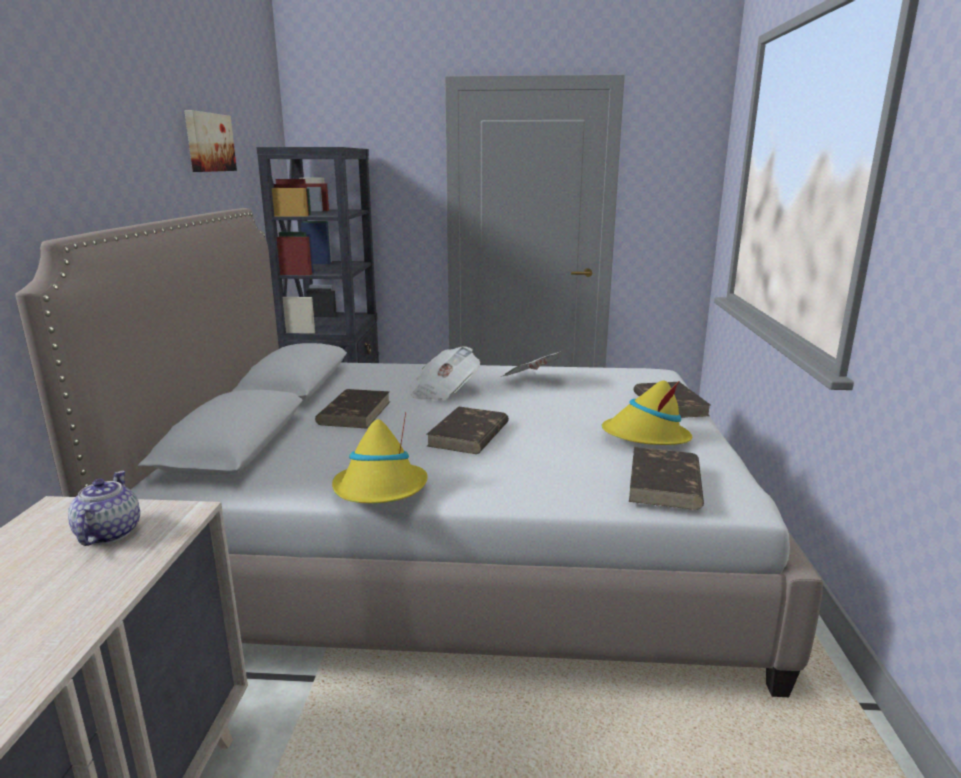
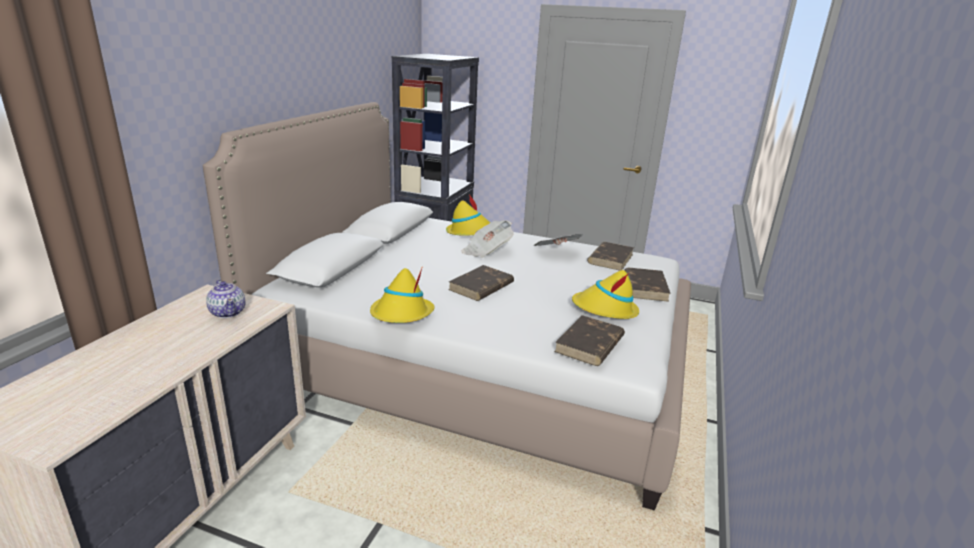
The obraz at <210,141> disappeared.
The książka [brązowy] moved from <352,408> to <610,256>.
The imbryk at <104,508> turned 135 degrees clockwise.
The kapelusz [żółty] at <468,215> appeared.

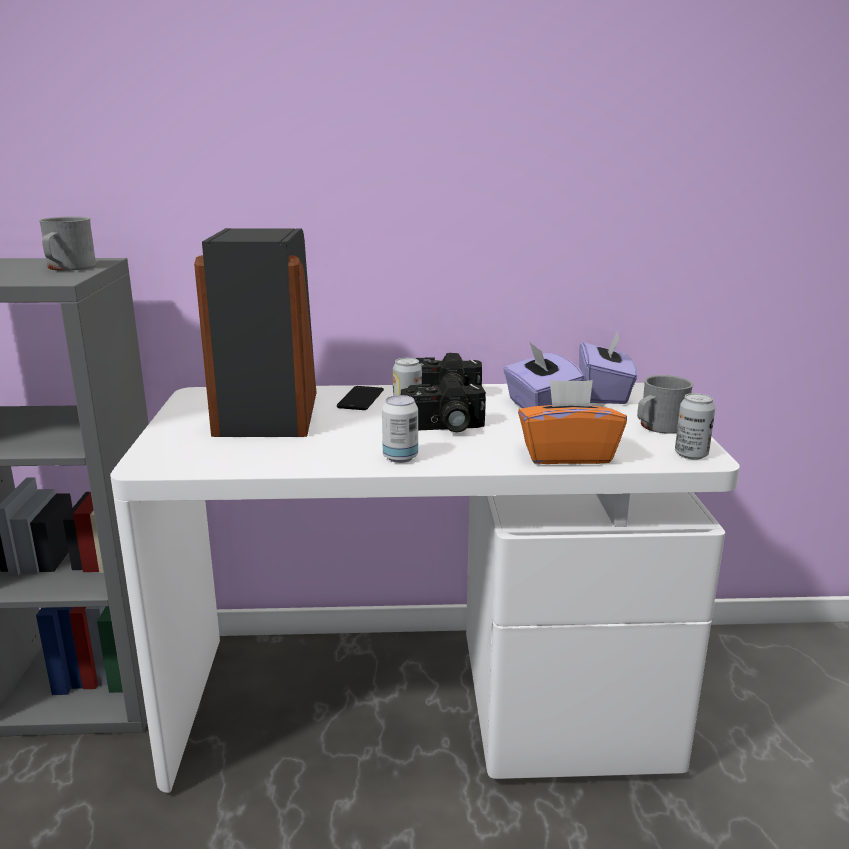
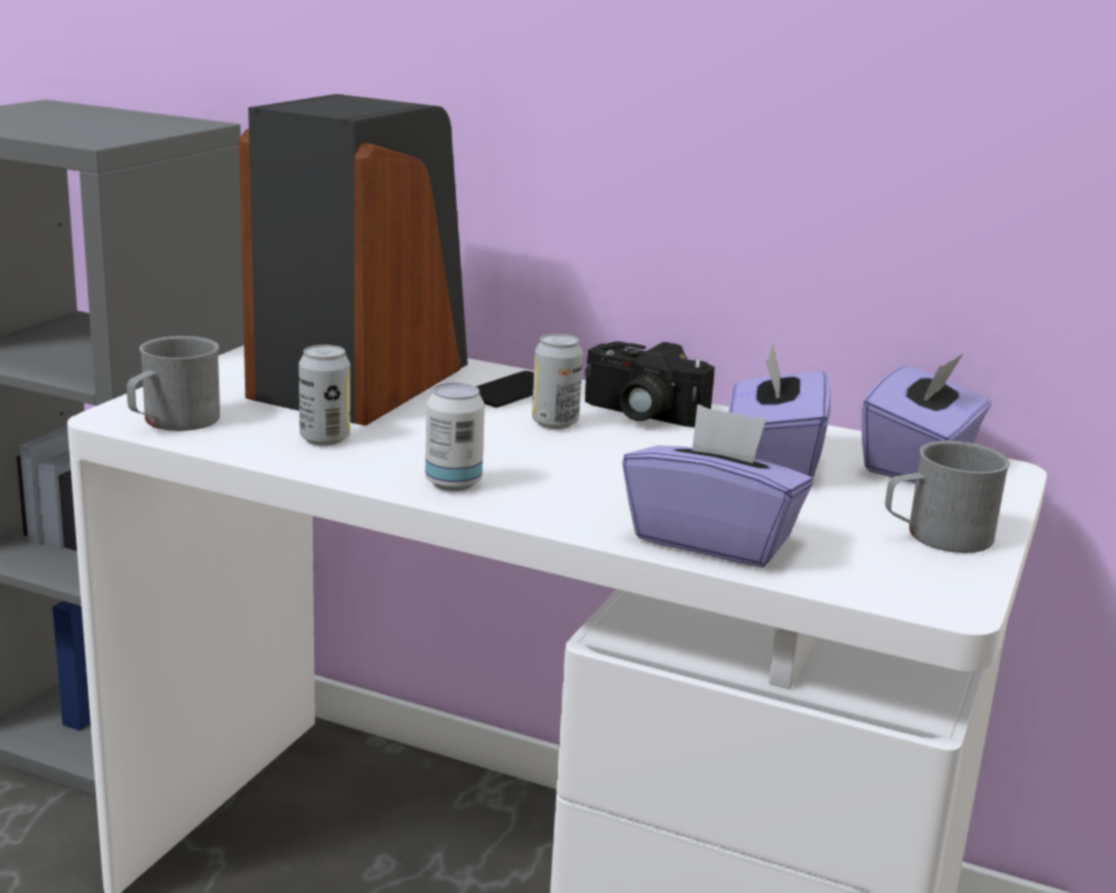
The kubek [szary] moved from <67,243> to <173,383>.
The aparat fotograficzny at <443,405> disappeared.
The pudełko chusteczek [pomarańczowy] at <572,422> became the pudełko chusteczek [fioletowy] at <717,486>.
The puszka moved from <695,426> to <324,395>.

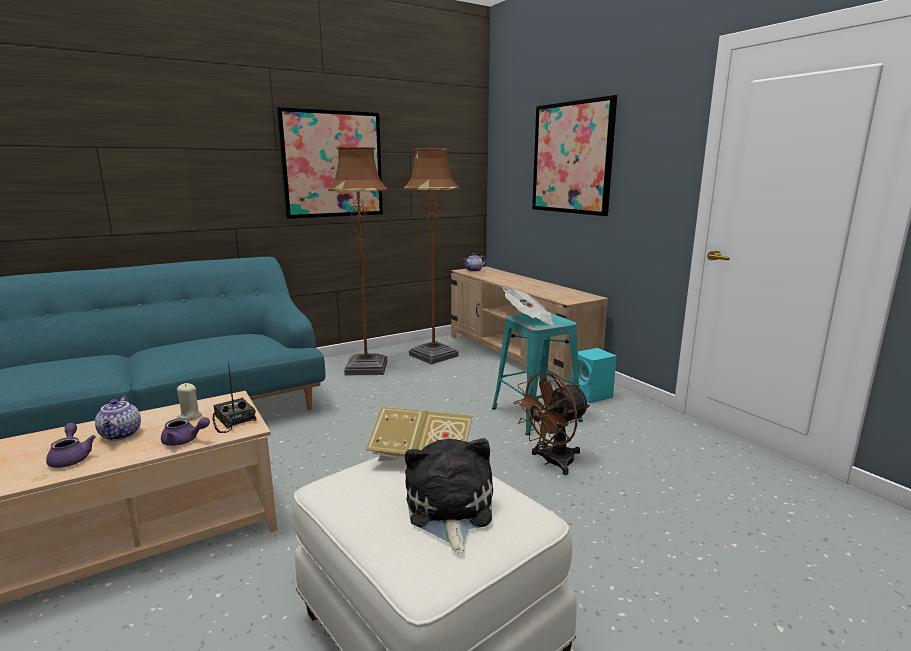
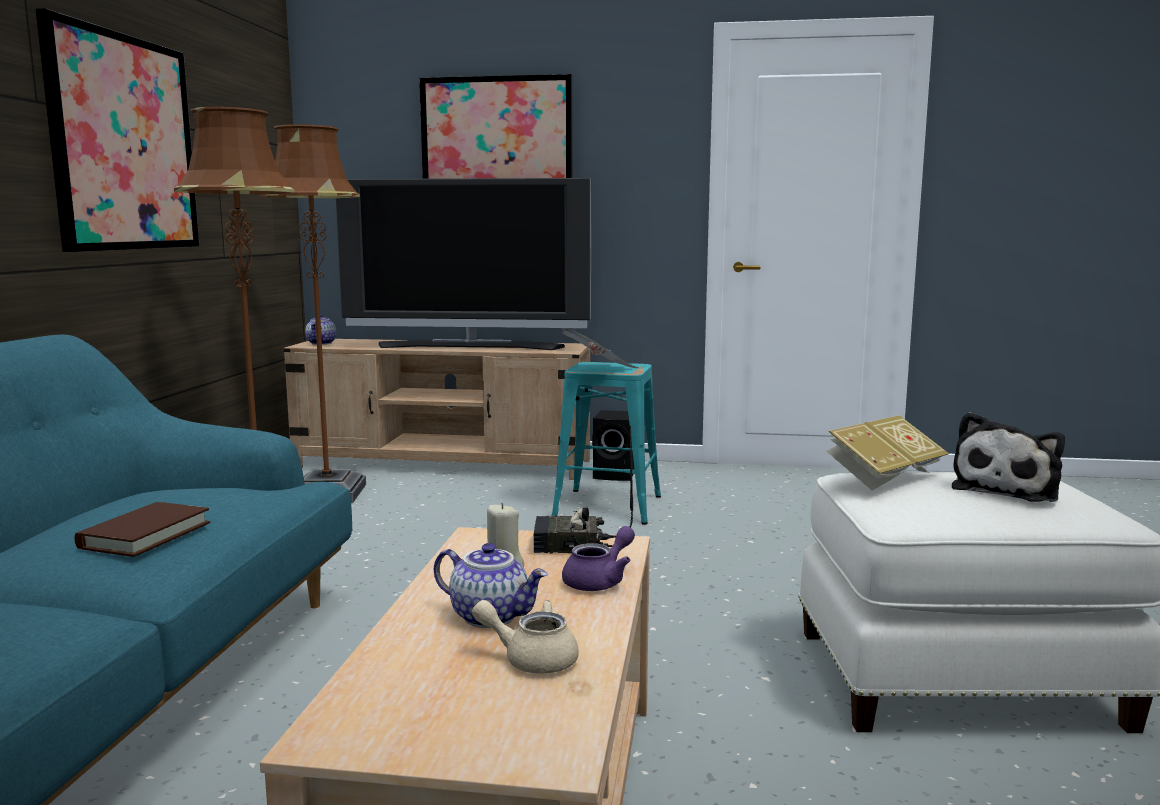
The głośnik [turkusowy] at <594,375> became the głośnik [czarny] at <613,445>.
The wentylator [brązowy] at <552,423> disappeared.
The imbryk [fioletowy] at <71,445> became the imbryk [beżowy] at <525,637>.
The pluszak at <449,495> turned 90 degrees counterclockwise.
The telewizor at <463,264> appeared.
The książka [brązowy] at <142,529> appeared.

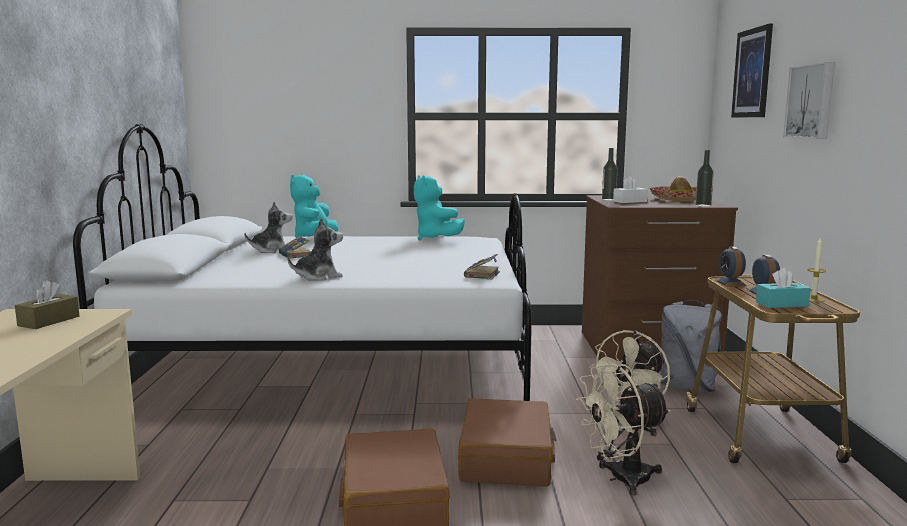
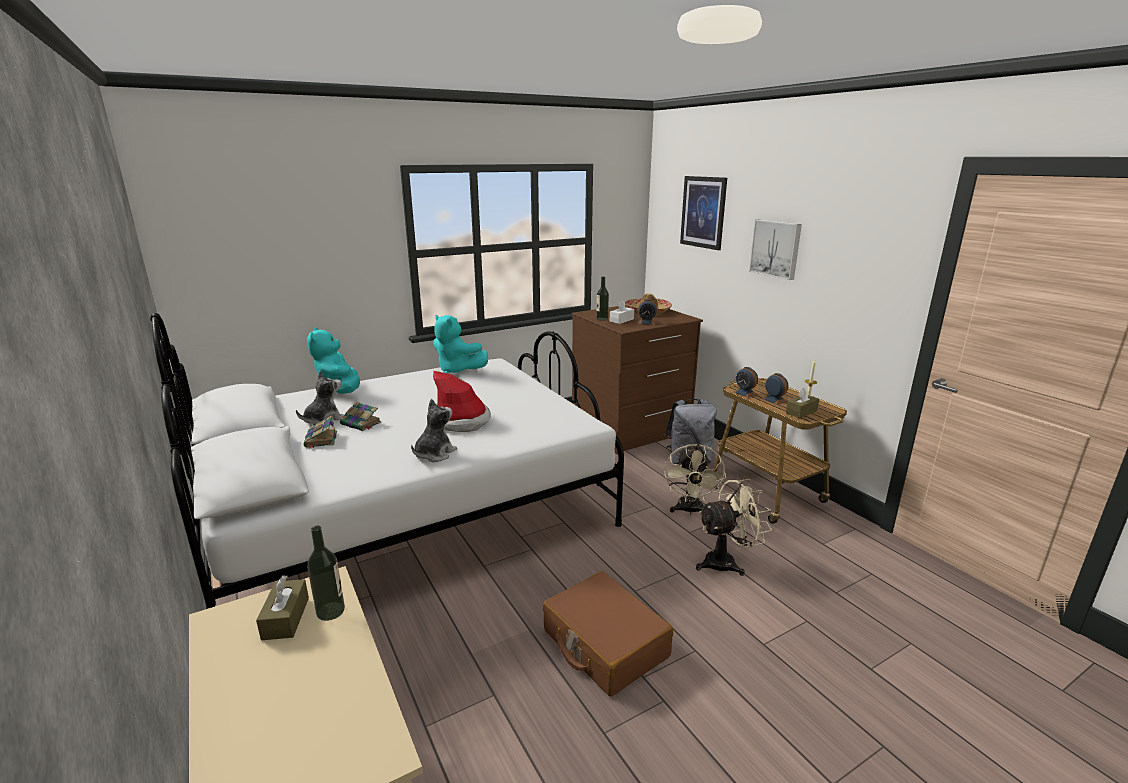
The butelka moved from <705,178> to <326,573>.
The książka moved from <482,267> to <320,432>.
The pudełko chusteczek [turkusowy] at <783,288> became the pudełko chusteczek [brązowy] at <802,402>.
The wentylator [beżowy] at <623,429> turned 150 degrees counterclockwise.
The walizka [brązowy] at <507,442> disappeared.
The budzik at <647,312> appeared.
The kapelusz at <462,401> appeared.

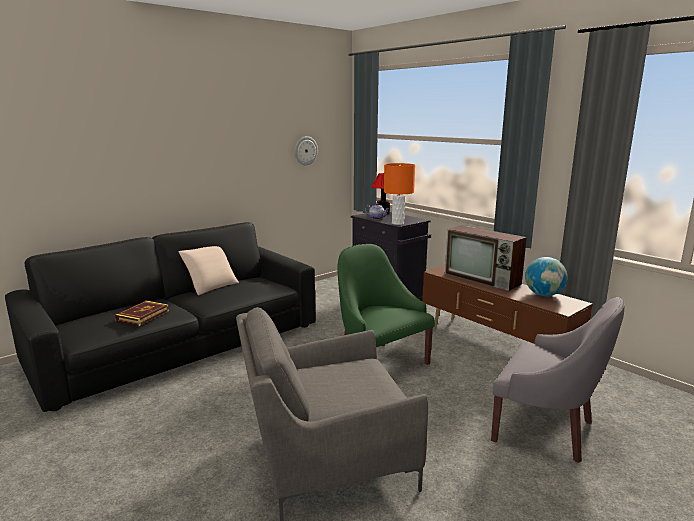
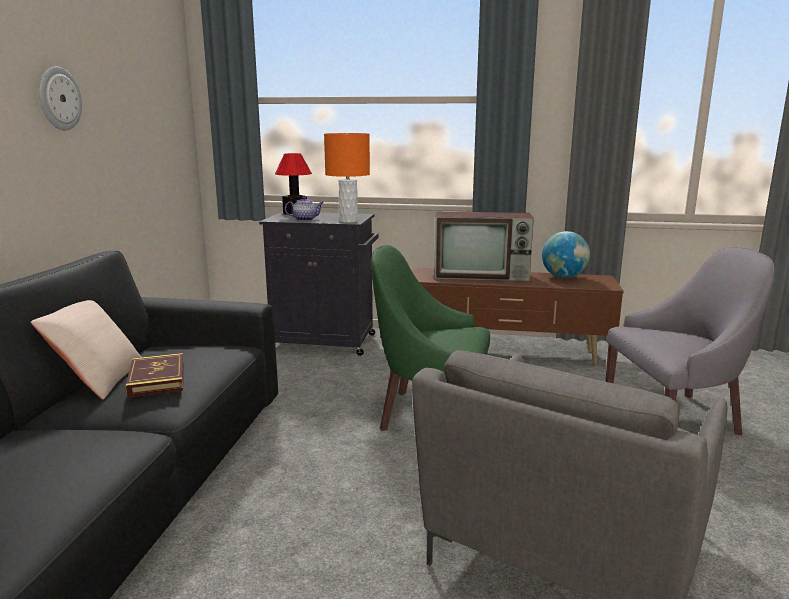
The zegar ścienny moved from <306,150> to <60,98>.
The książka moved from <142,313> to <155,375>.

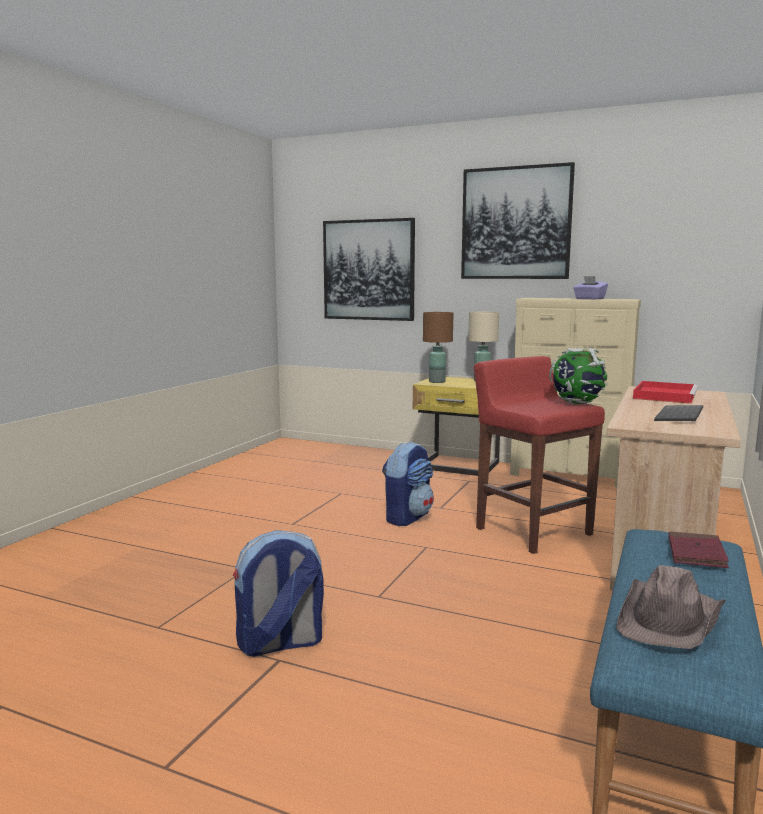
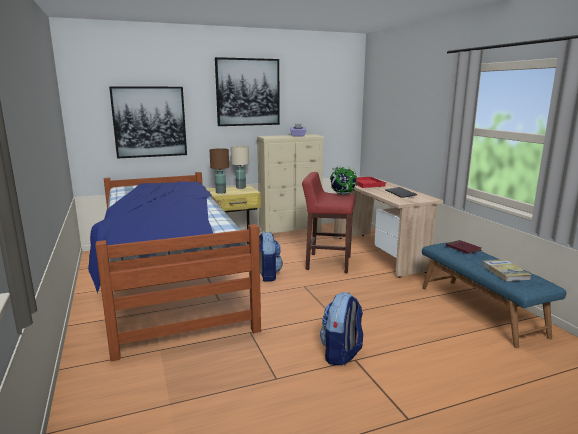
The kapelusz [brązowy] at <671,607> was replaced by the książka at <507,270>.
The łóżko at <174,266> appeared.

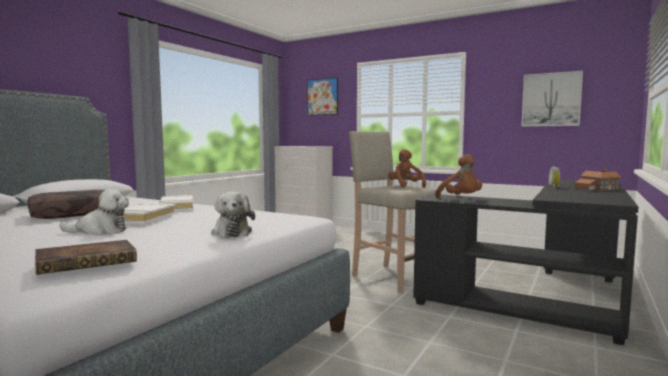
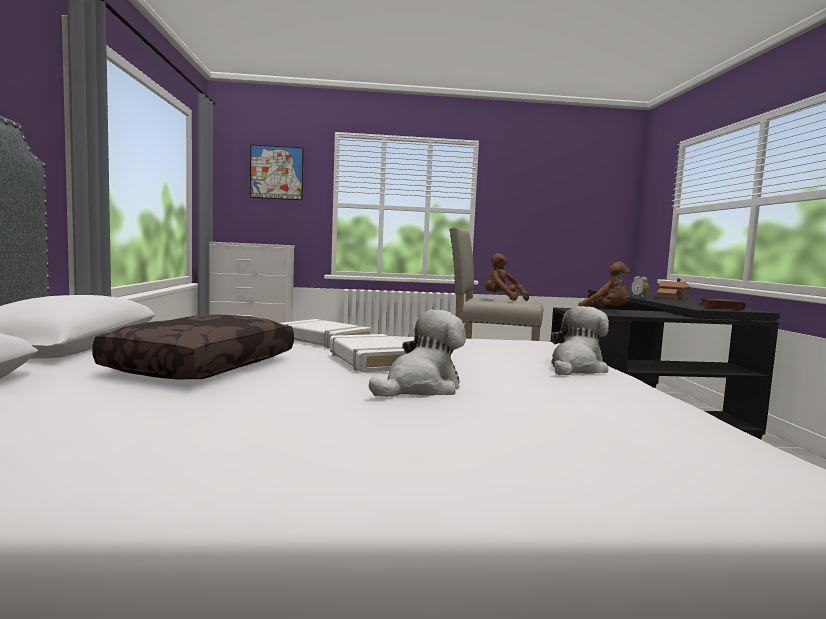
The obraz at <552,99> disappeared.
The pluszak at <233,215> turned 90 degrees counterclockwise.
The książka moved from <86,257> to <722,304>.

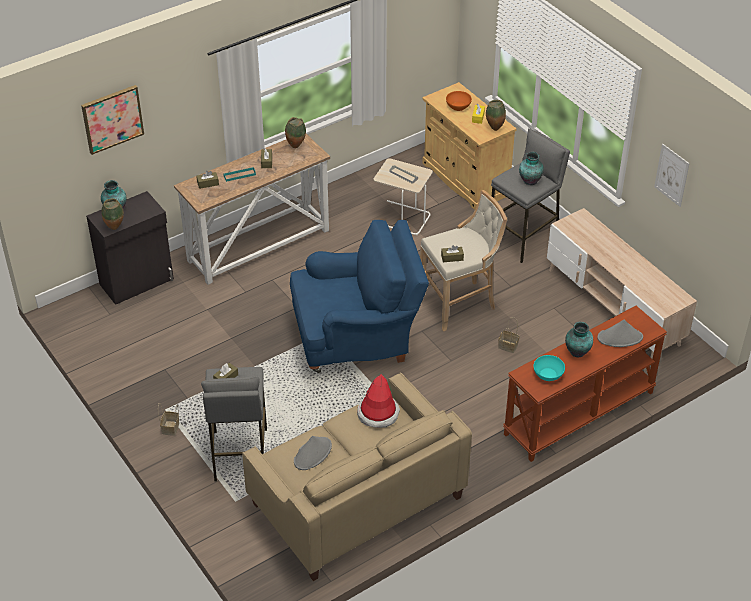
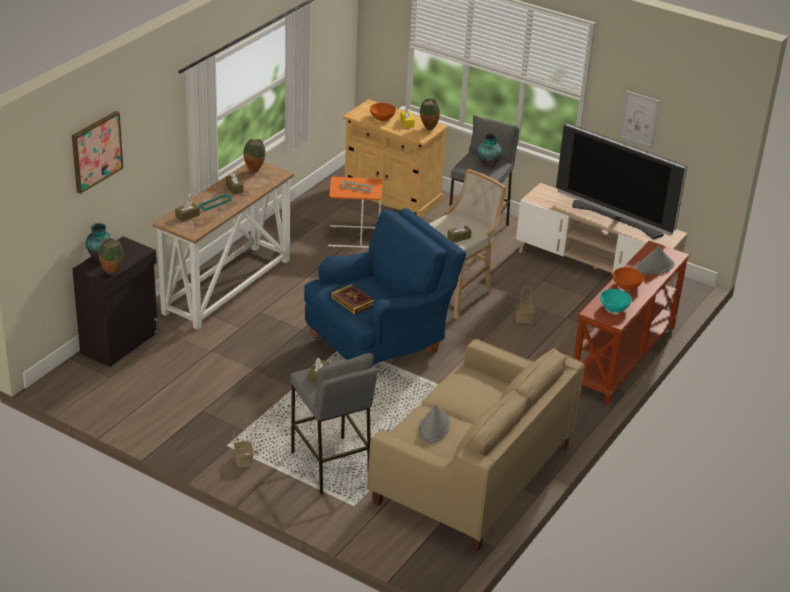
The stolik [beżowy] at <403,196> became the stolik [pomarańczowy] at <355,212>.
The wazon at <579,339> was replaced by the miska [pomarańczowy] at <628,278>.
The kapelusz at <378,401> disappeared.
The telewizor at <621,181> appeared.
The książka at <353,299> appeared.

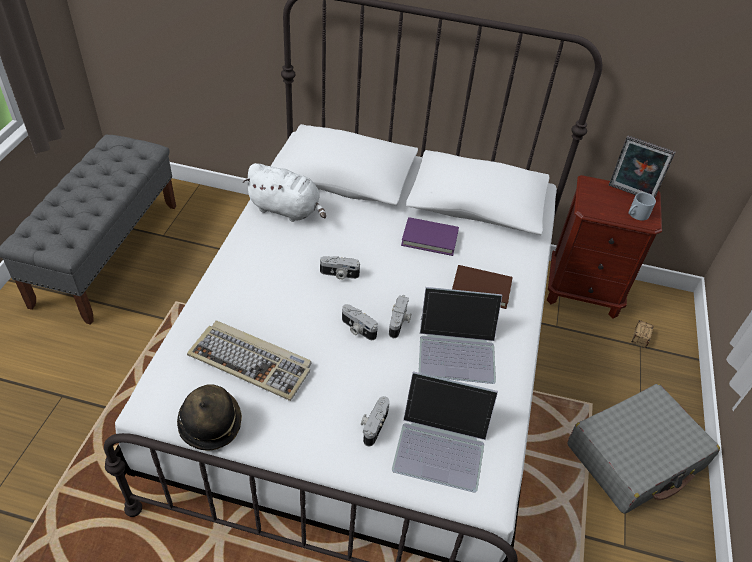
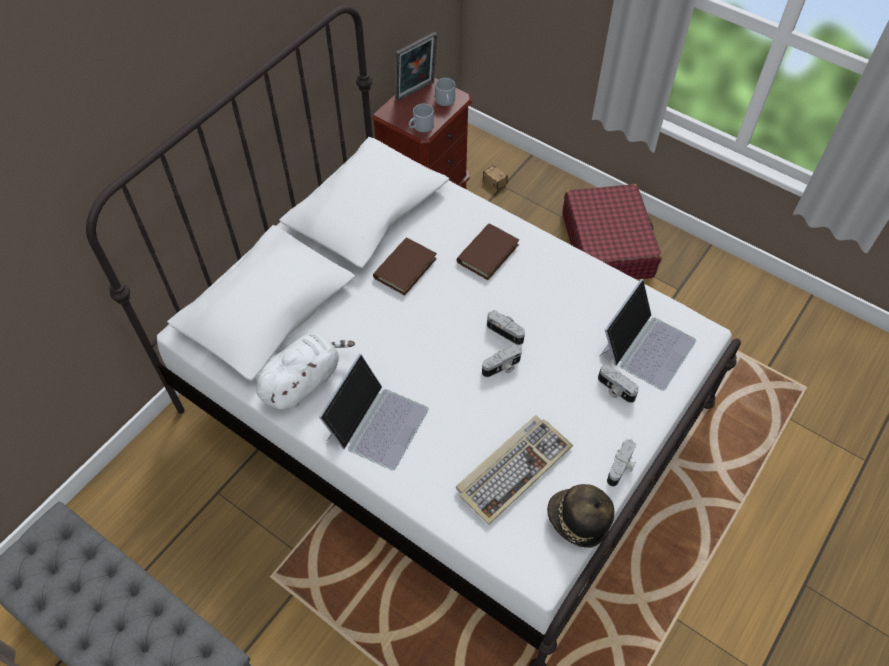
The książka [fioletowy] at <430,236> became the książka [brązowy] at <405,266>.
The aparat fotograficzny moved from <340,268> to <622,463>.
The laptop moved from <460,335> to <374,412>.
The walizka [szary] at <643,449> became the walizka [czerwony] at <612,231>.
The kubek [szary] at <421,118> appeared.

